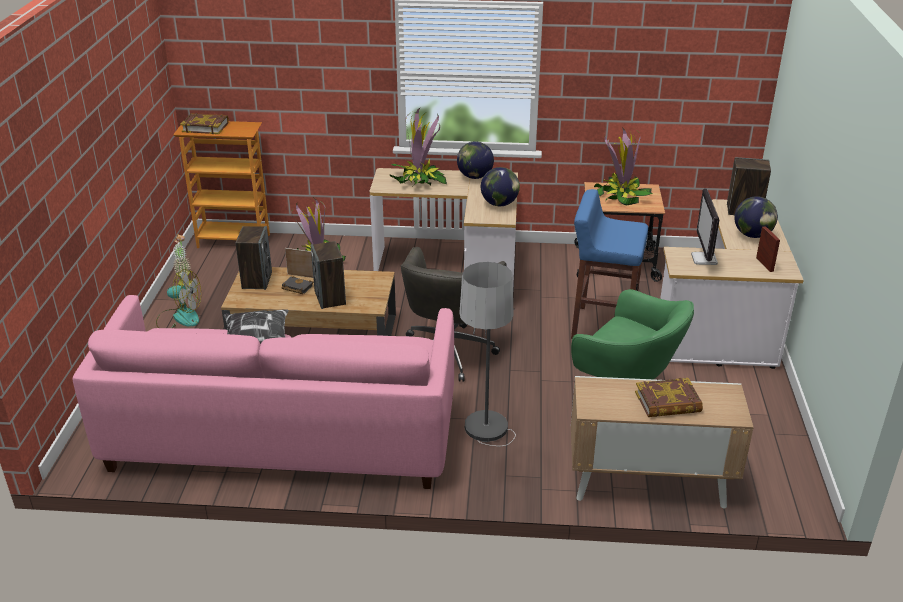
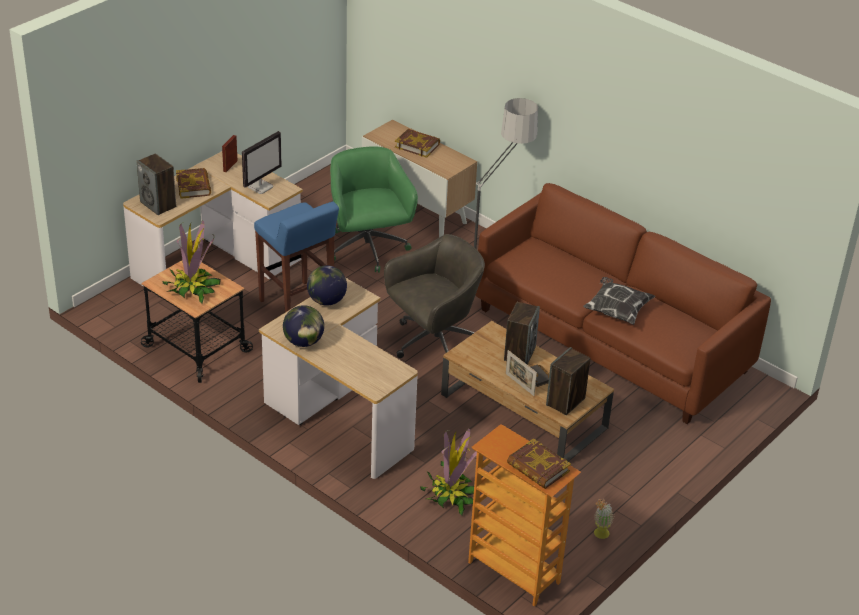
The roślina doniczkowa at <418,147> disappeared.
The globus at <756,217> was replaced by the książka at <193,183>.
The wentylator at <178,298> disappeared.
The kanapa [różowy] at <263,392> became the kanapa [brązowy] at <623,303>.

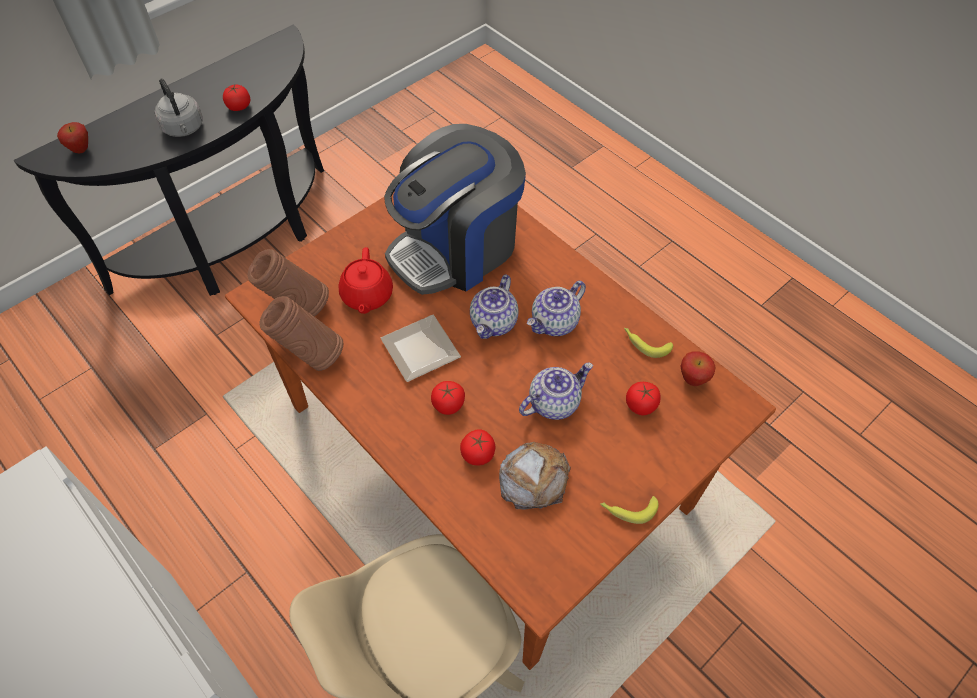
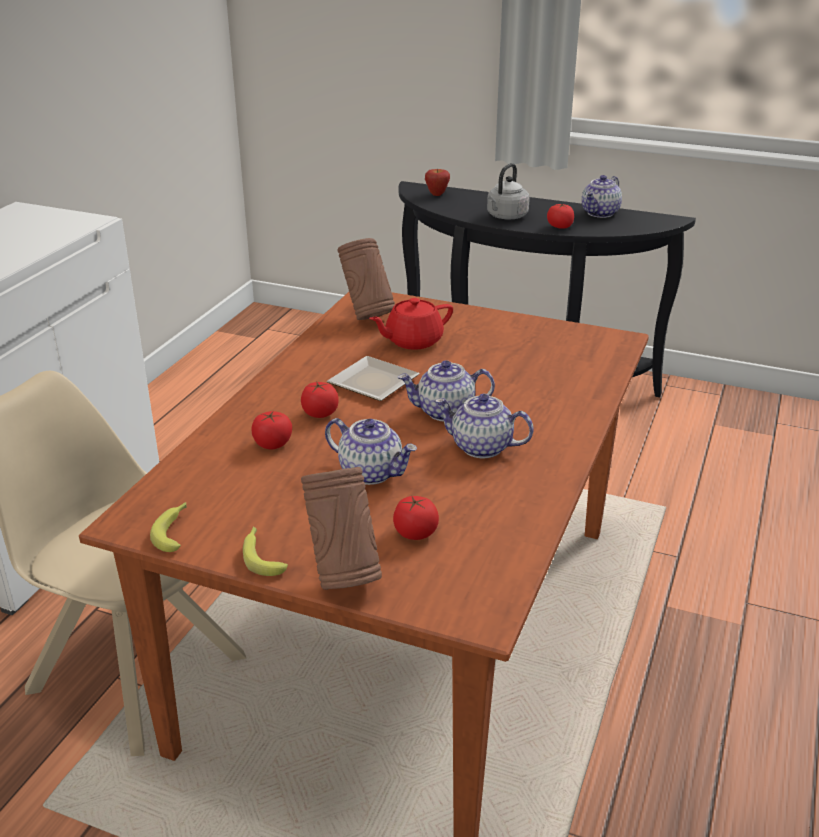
The ekspres do kawy at <455,209> disappeared.
The wazon [brązowy] moved from <301,333> to <341,528>.
The banan moved from <648,343> to <168,527>.
The jabłko at <698,368> disappeared.
The chleb at <535,476> disappeared.
The imbryk at <602,196> appeared.

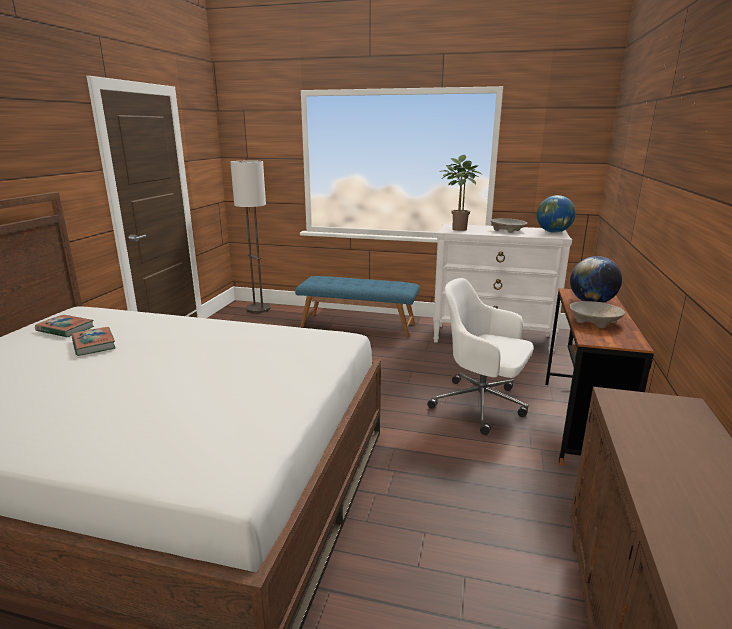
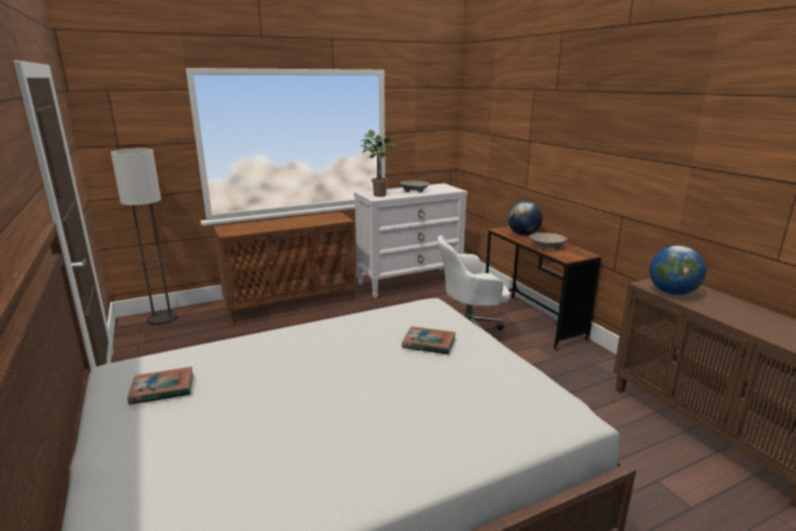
The globus moved from <556,214> to <677,270>.
The ławka [niebieski] at <357,307> was replaced by the szafka [brązowy] at <285,267>.
The książka moved from <94,341> to <429,341>.

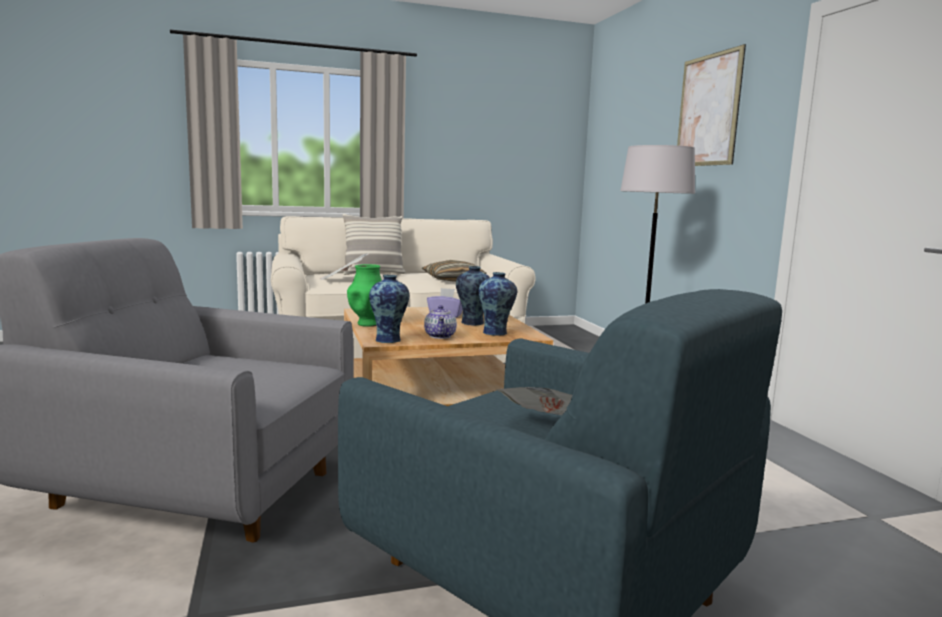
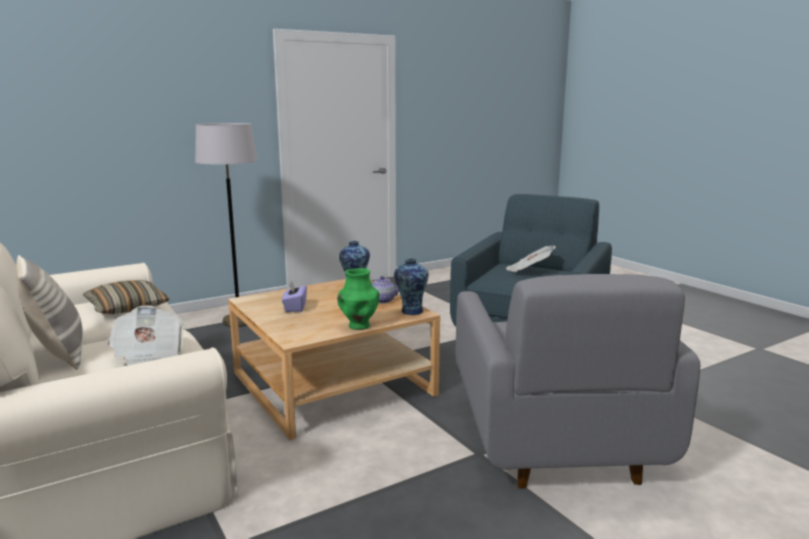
The obraz at <711,105> disappeared.
The wazon at <473,295> disappeared.

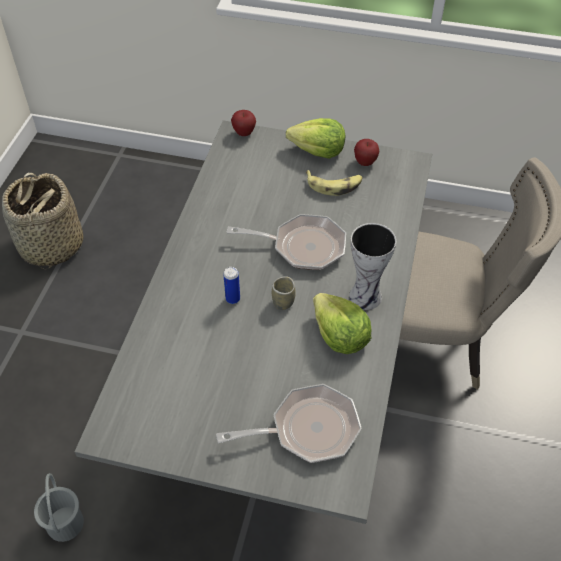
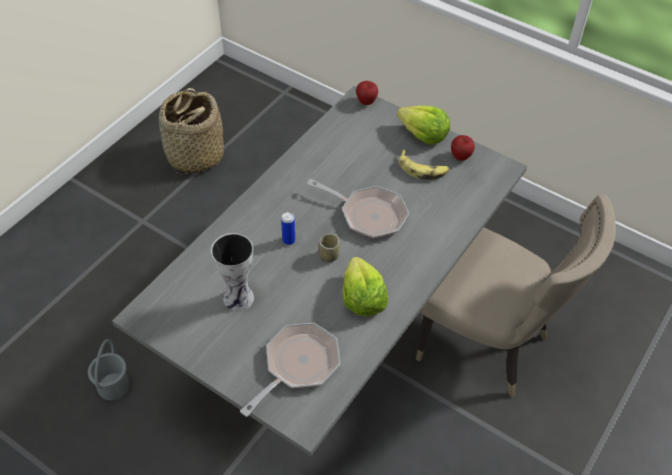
The wazon moved from <372,266> to <232,272>.
The patelnia at <289,423> turned 60 degrees counterclockwise.

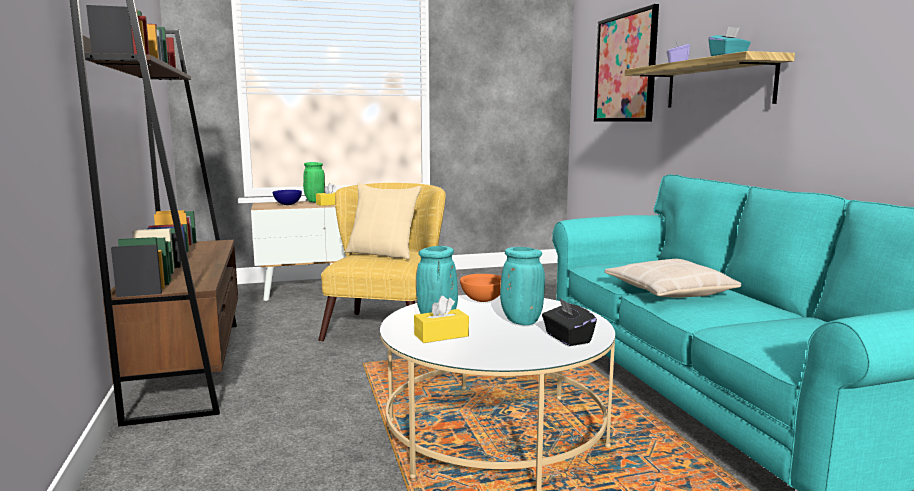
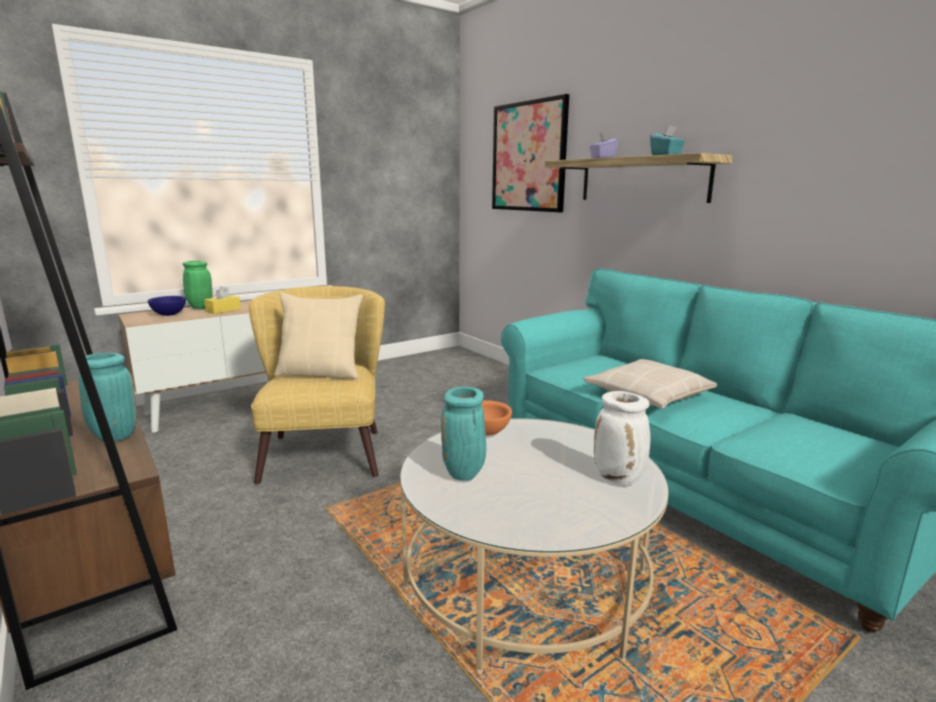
The wazon [turkusowy] moved from <522,286> to <108,397>.
The pudełko chusteczek [żółty] at <441,319> disappeared.
The pudełko chusteczek [czarny] at <569,322> was replaced by the wazon [biały] at <622,438>.

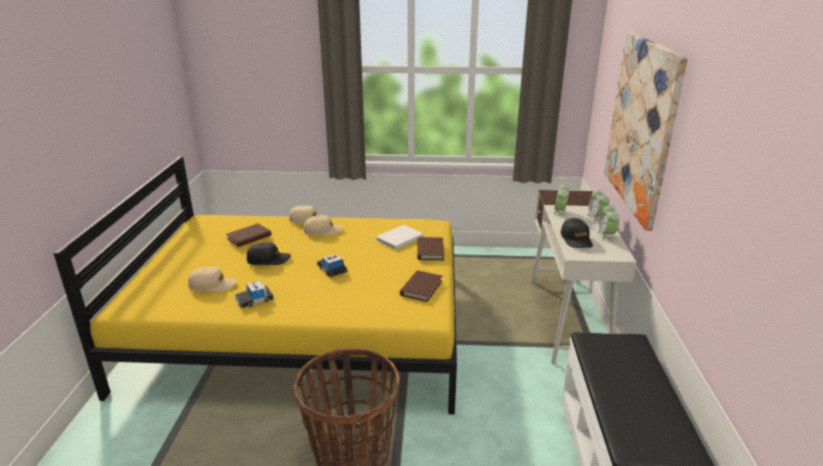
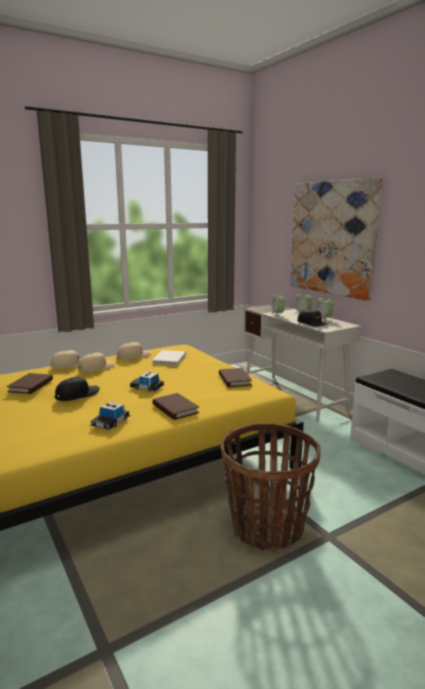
The książka [brązowy] moved from <430,248> to <175,406>.
The czapka z daszkiem [beżowy] moved from <212,279> to <134,351>.

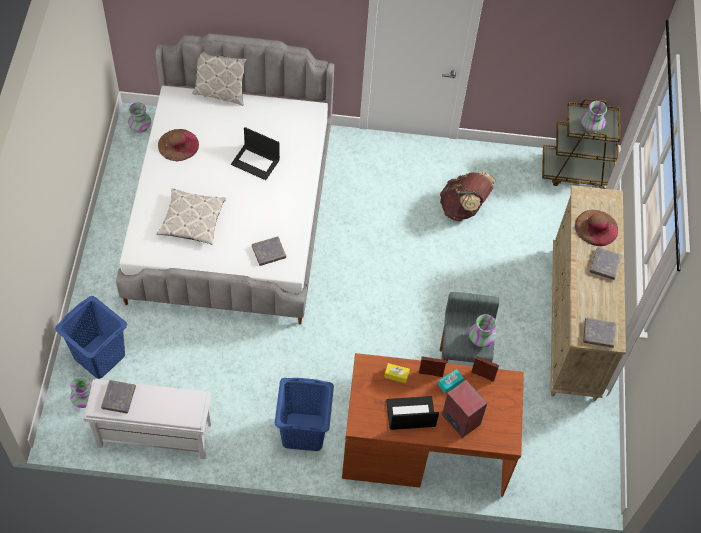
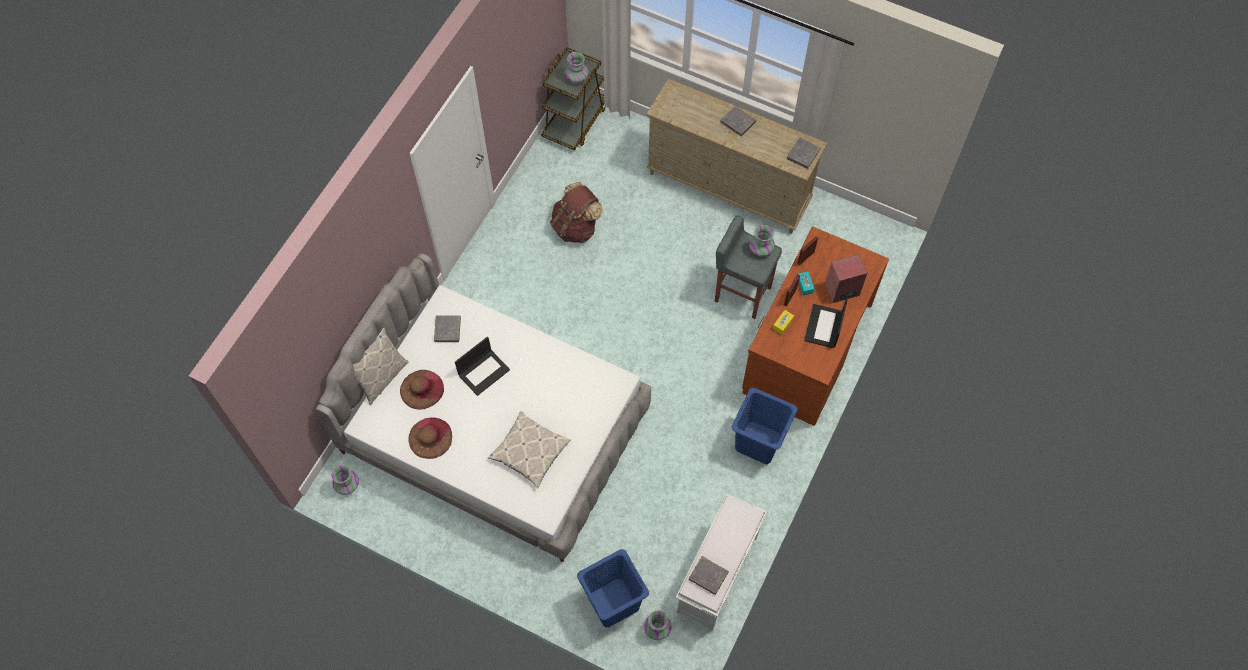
The kapelusz [brązowy] moved from <596,228> to <422,390>.
The książka [szary] moved from <269,251> to <447,328>.

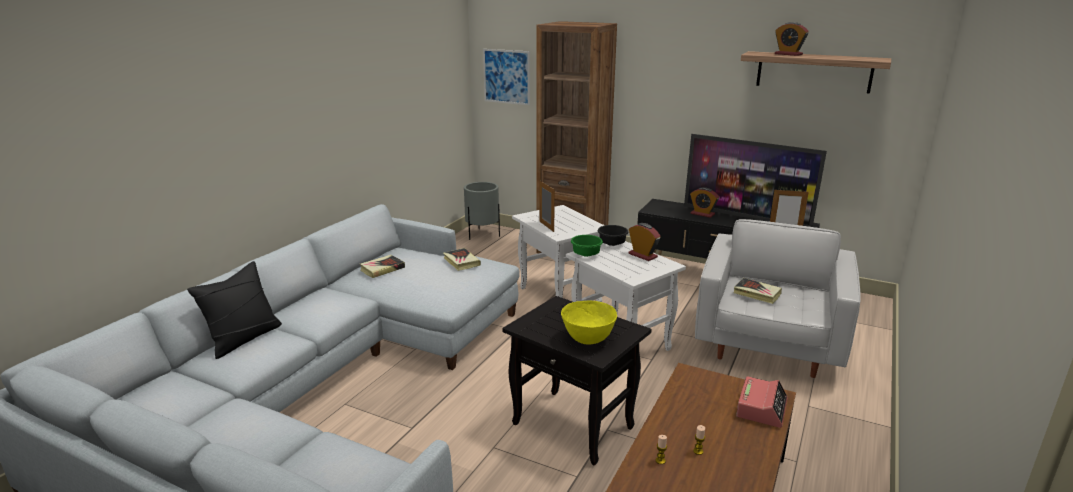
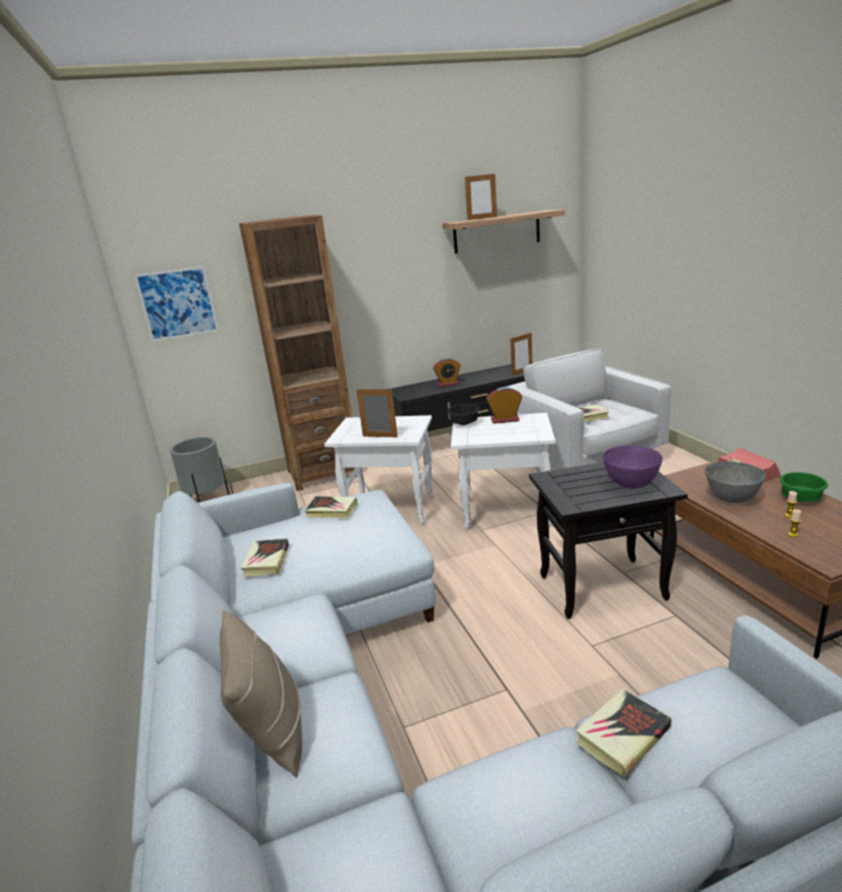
The budzik at <792,39> was replaced by the ramka na zdjęcie at <481,197>.
The telewizor at <755,180> disappeared.
The miska [zielony] moved from <587,246> to <804,487>.
The poduszka [czarny] at <234,310> became the poduszka [beżowy] at <261,694>.
The miska [żółty] at <589,322> became the miska [fioletowy] at <633,467>.
The miska [szary] at <735,482> appeared.
The książka at <624,733> appeared.

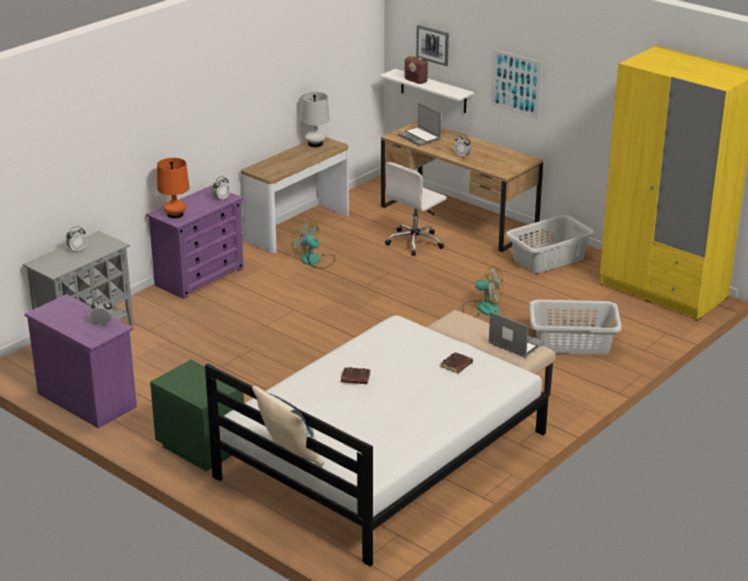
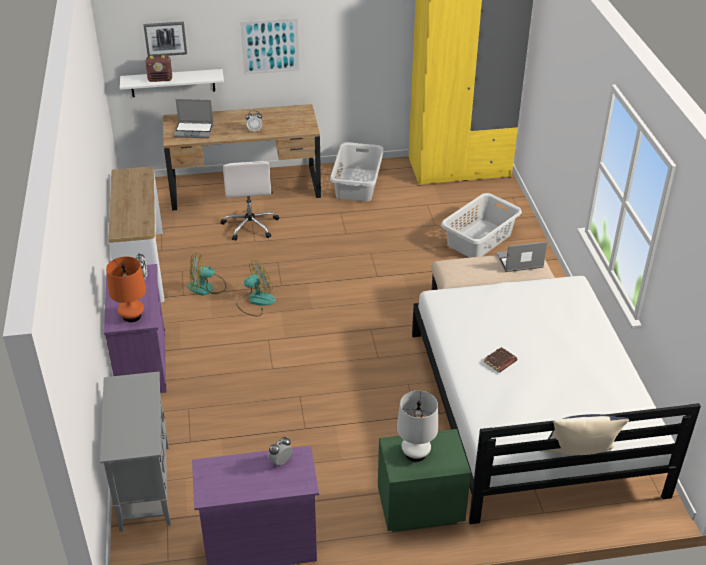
The lampa stołowa [biały] moved from <315,119> to <417,426>.
The budzik at <76,239> disappeared.
The wentylator moved from <482,291> to <256,288>.
The książka [brązowy] at <456,362> disappeared.

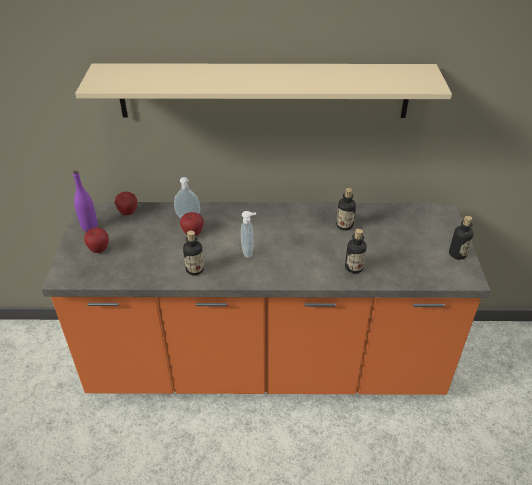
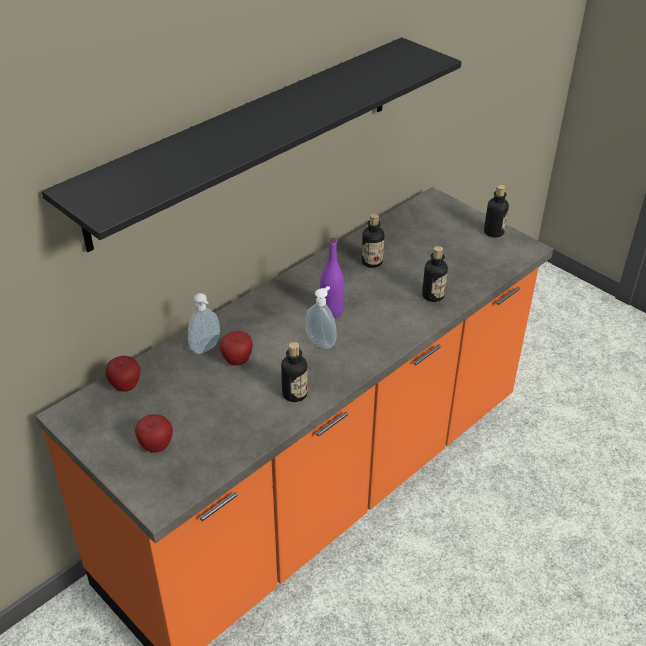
The półka [beżowy] at <263,90> became the półka [czarny] at <251,144>.
The butelka [fioletowy] moved from <85,200> to <332,277>.

